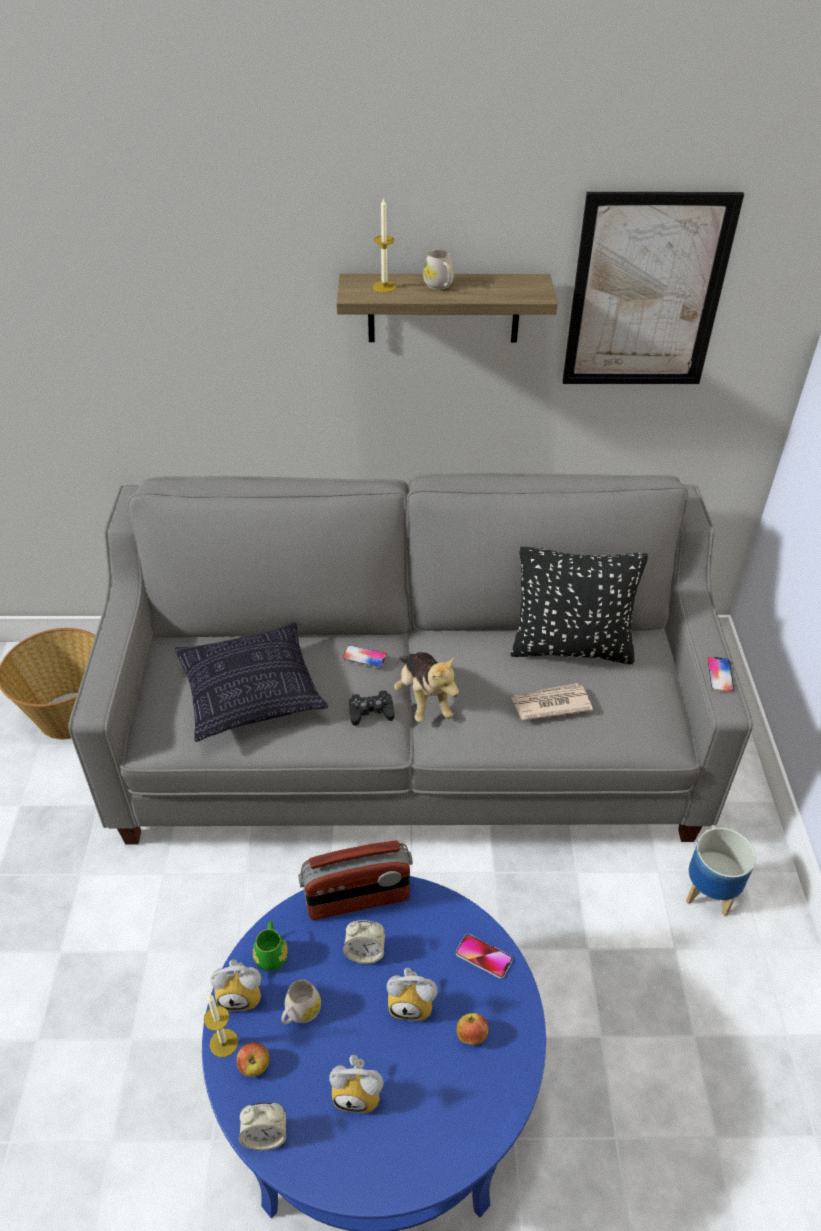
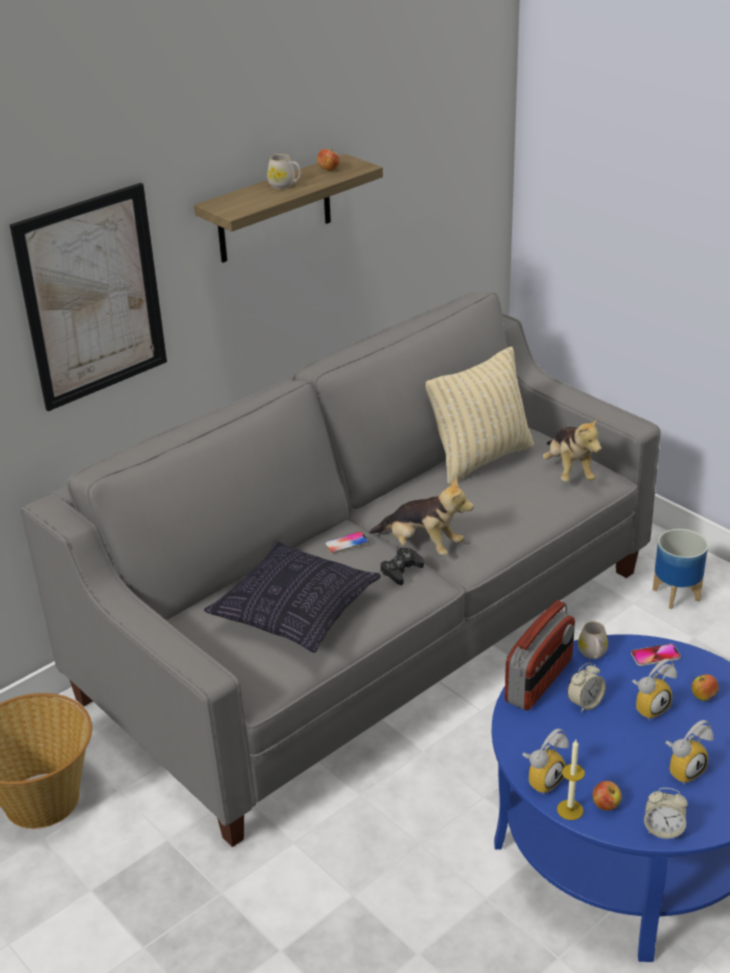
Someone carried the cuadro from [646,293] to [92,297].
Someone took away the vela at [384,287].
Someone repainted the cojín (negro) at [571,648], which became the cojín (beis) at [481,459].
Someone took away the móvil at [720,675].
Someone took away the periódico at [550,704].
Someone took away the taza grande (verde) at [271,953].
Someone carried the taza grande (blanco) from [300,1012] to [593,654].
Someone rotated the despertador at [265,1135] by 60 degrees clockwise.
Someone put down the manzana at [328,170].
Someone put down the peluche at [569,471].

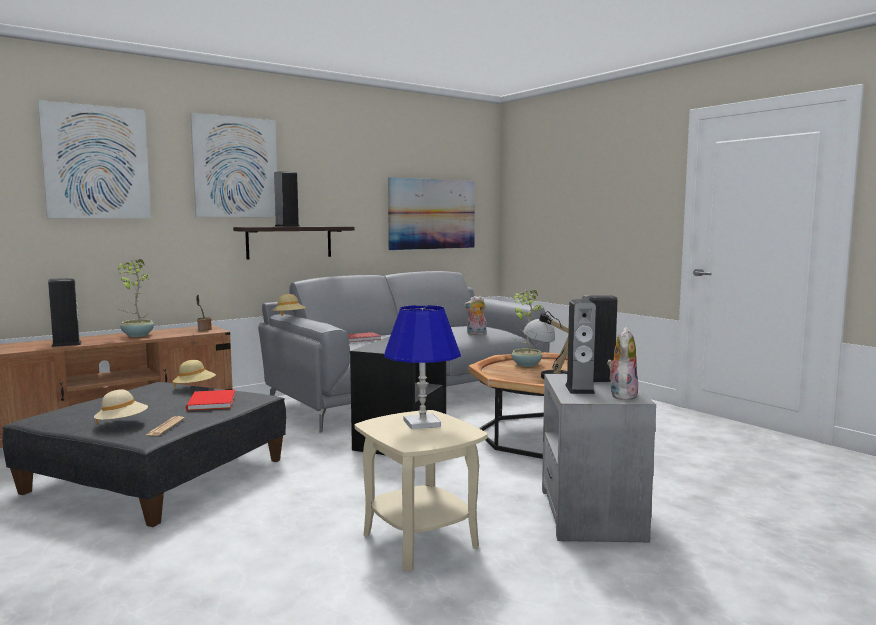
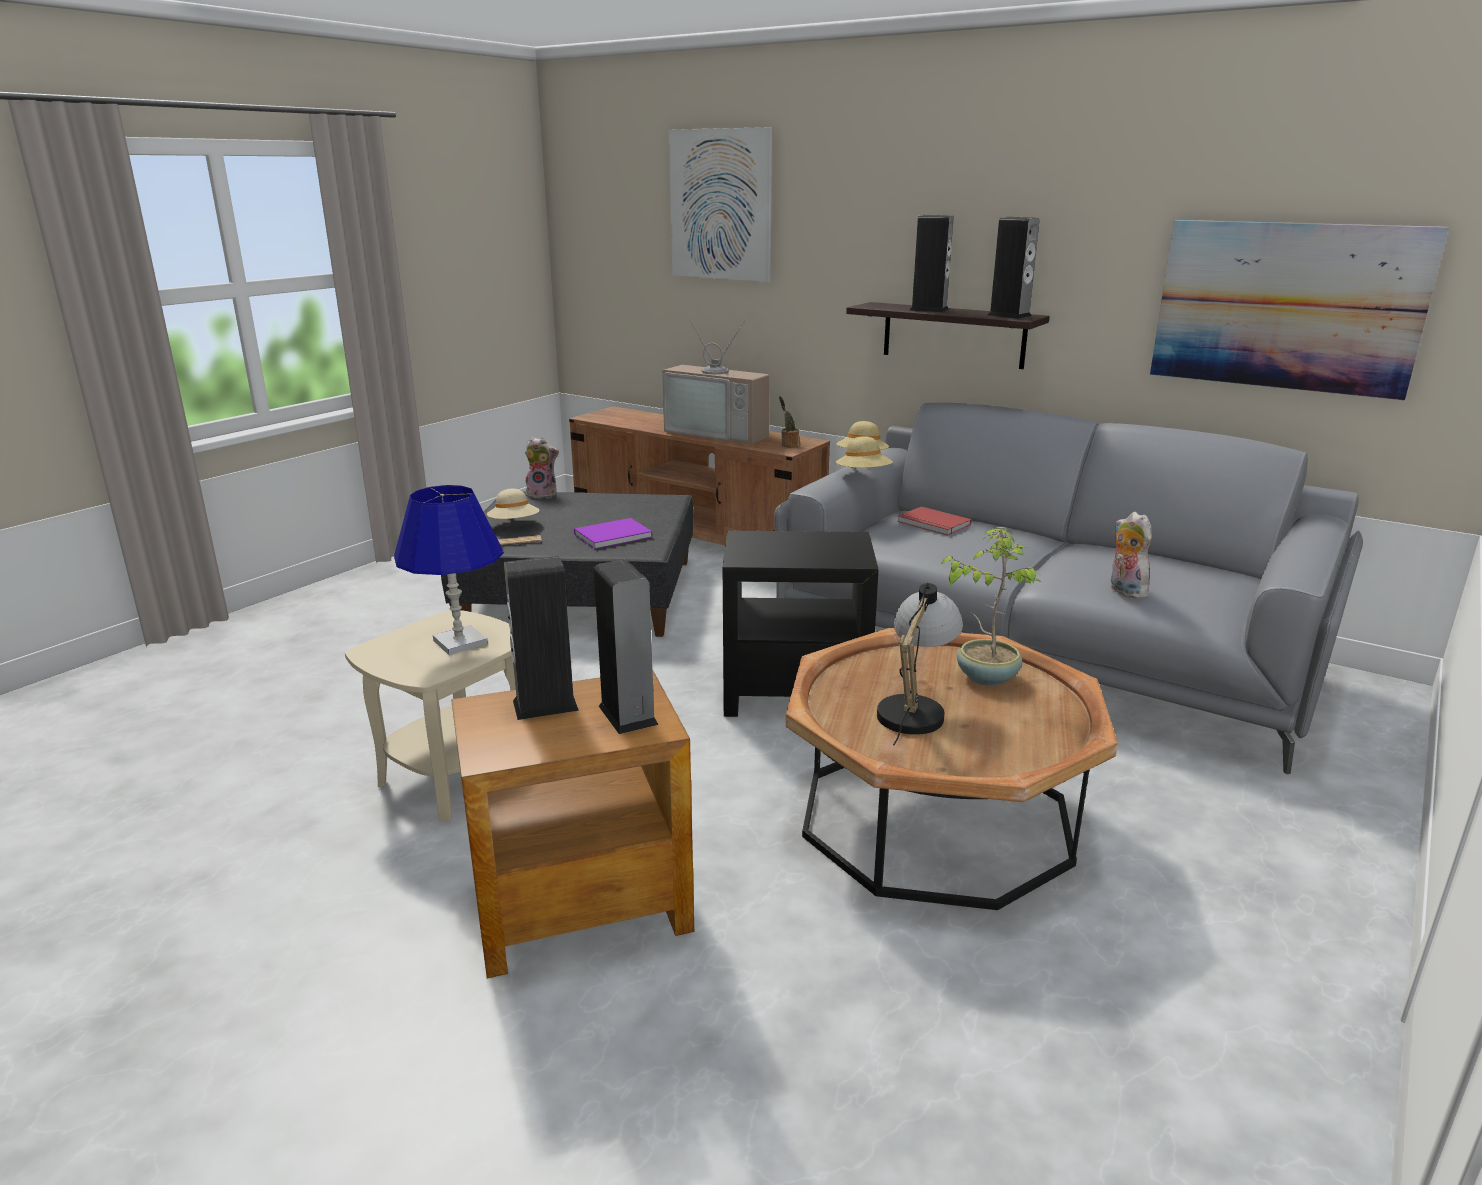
Someone took away the cuadro at [235,167].
Someone swapped the planta en maceta at [136,335] for the televisor at [720,433].
Someone carried the altavoz from [66,344] to [1009,315].
Someone carried the peluche from [621,395] to [543,494].
Someone carried the sombrero (beis) from [195,388] to [863,475].
Someone repainted the mesa auxiliar (gris) at [590,514], which became the mesa auxiliar (marrón) at [578,906].
Someone repainted the libro (rojo) at [210,402], which became the libro (morado) at [610,535].

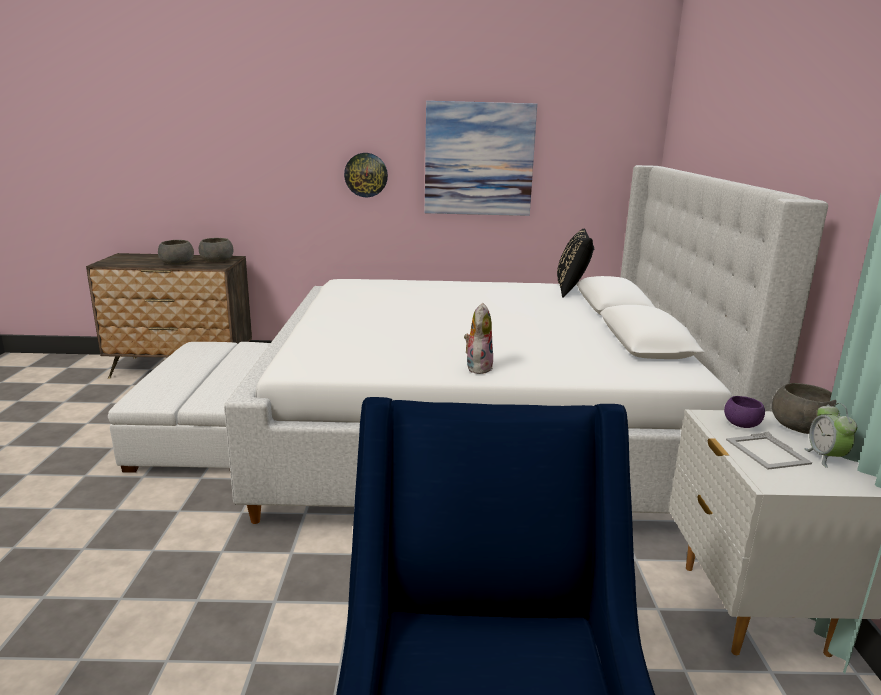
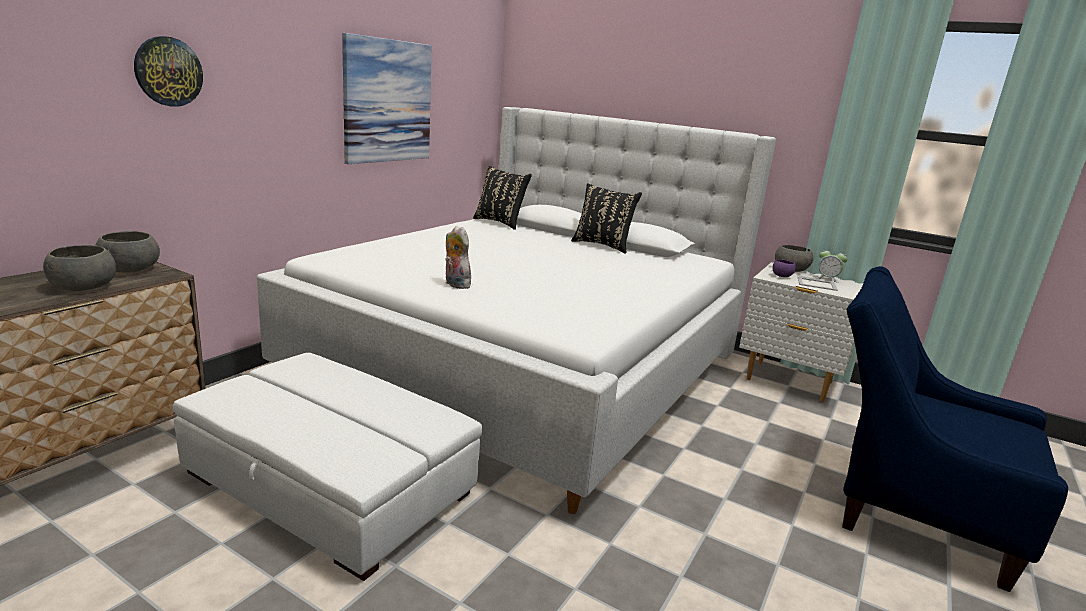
Someone carried the reloj de pared from [366,175] to [168,71].
Someone carried the peluche from [477,367] to [455,284].
Someone put down the cojín (negro) at [603,245].

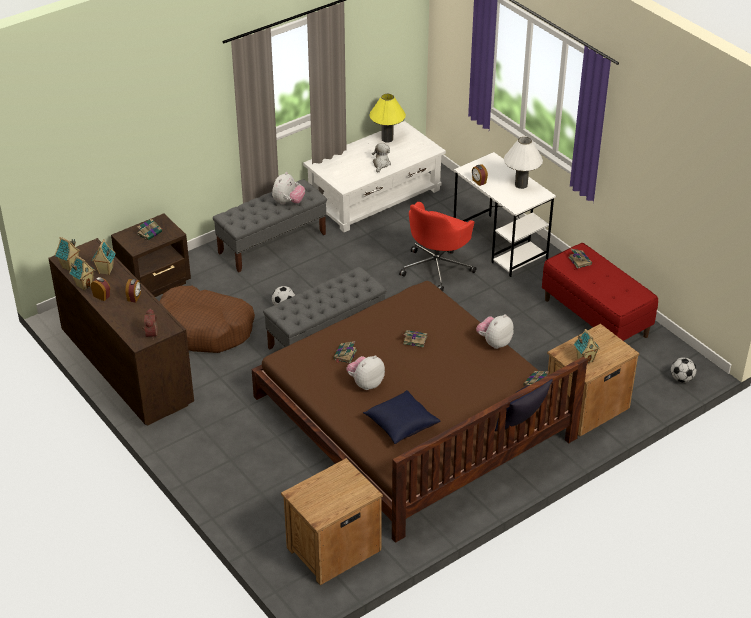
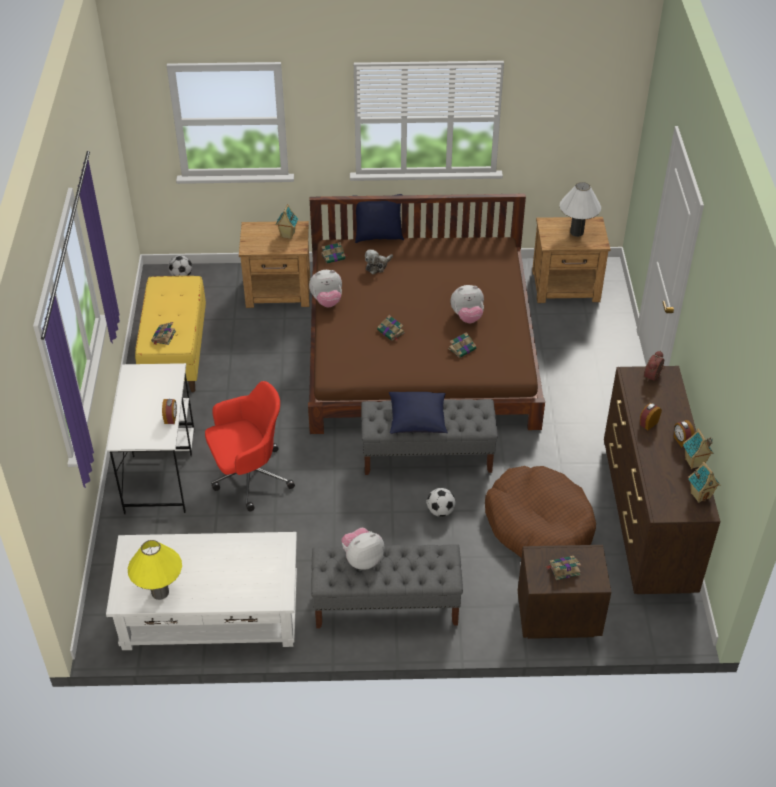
Someone carried the lámpara de mesa (blanco) from [521,185] to [576,232].
Someone carried the peluche from [381,164] to [377,266].
Someone took away the casita at [105,271].
Someone repainted the banco (rojo) at [596,318], which became the banco (amarillo) at [175,353].
Someone carried the cojín (azul) from [401,425] to [417,421].

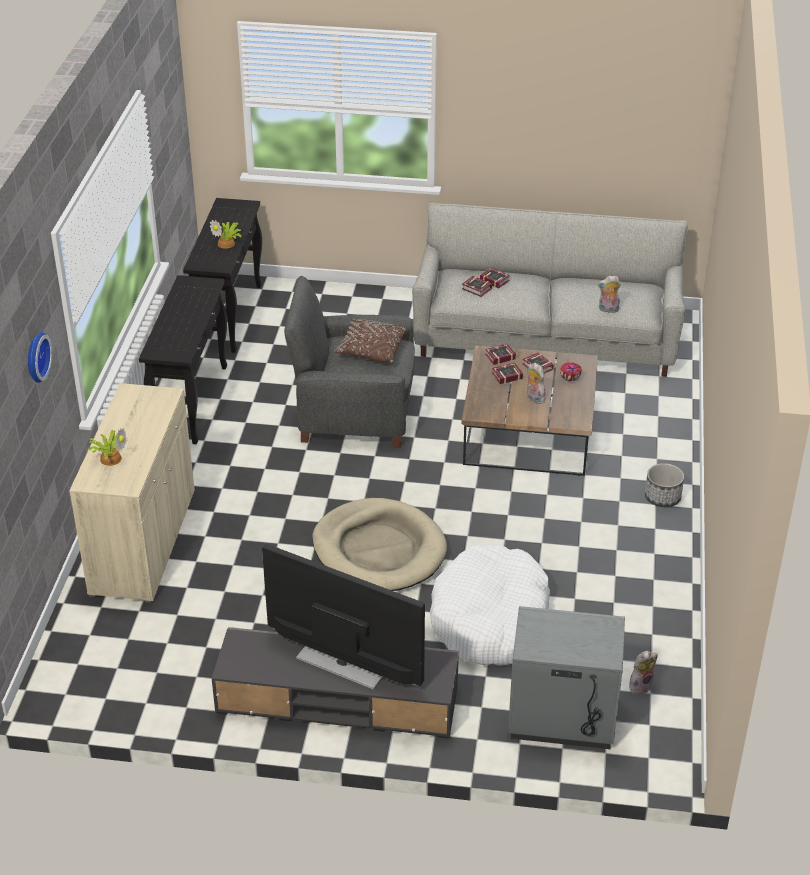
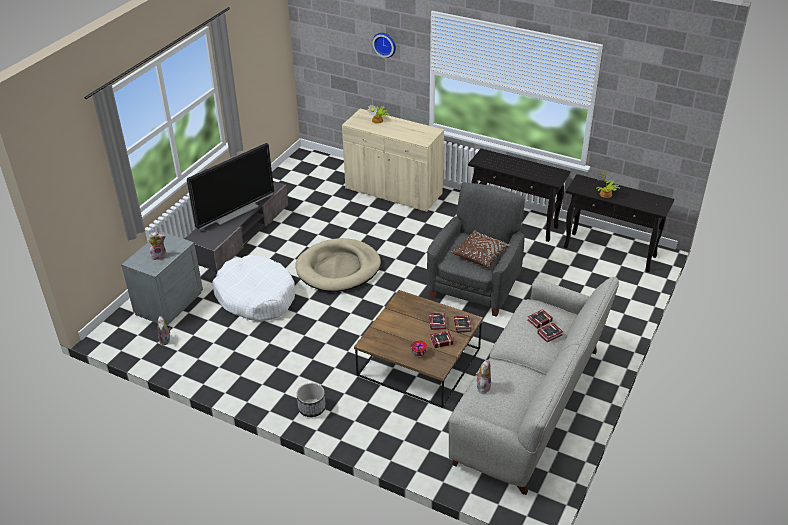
Someone carried the peluche from [534,398] to [159,256].

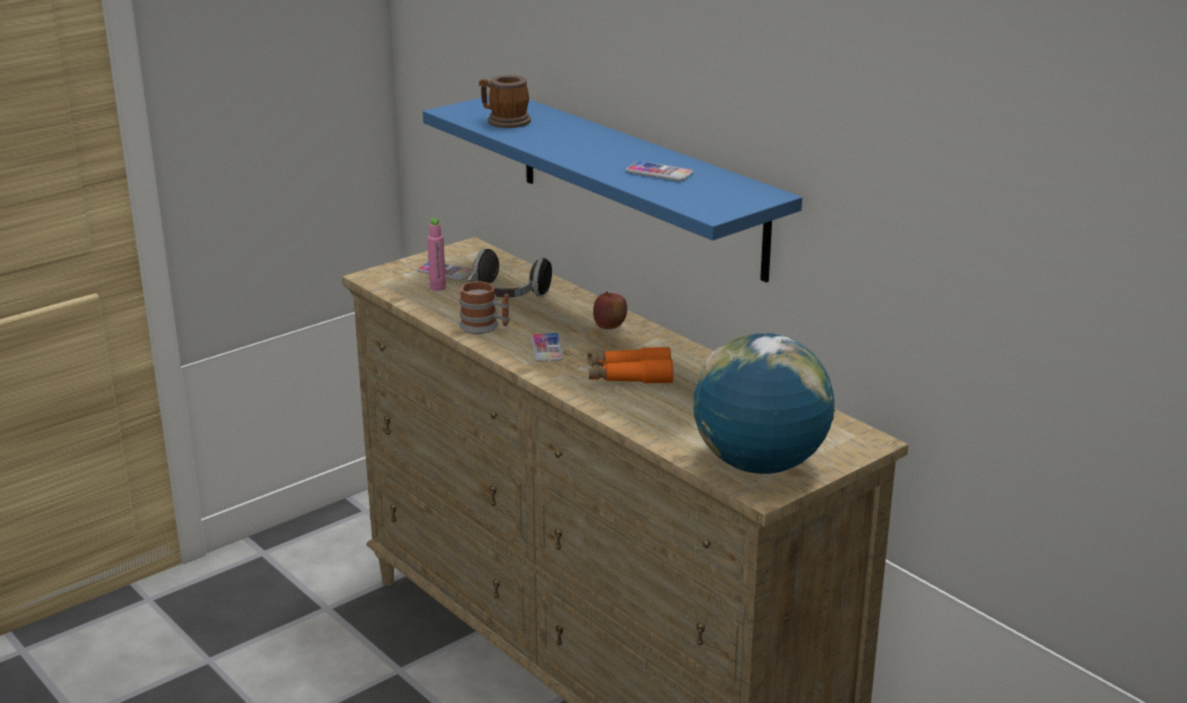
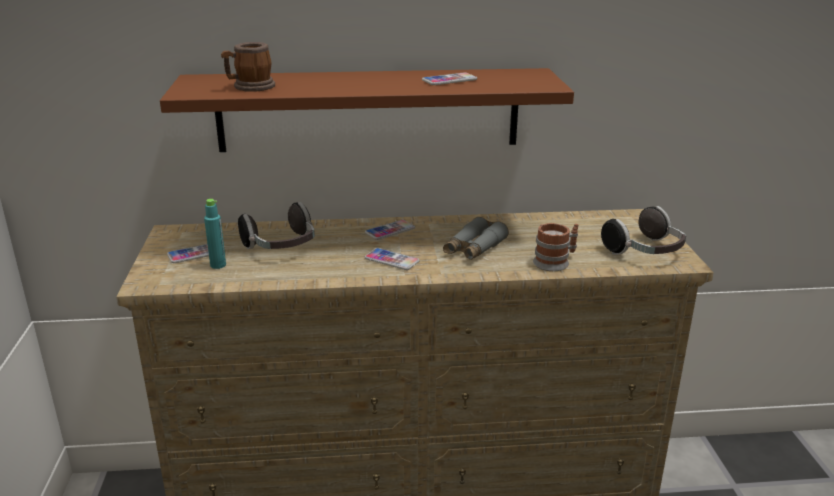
Someone repainted the estante (azul) at [639,183], which became the estante (marrón) at [369,110].
Someone repainted the botella (rosa) at [437,287], which became the botella (turquesa) at [218,265].
Someone carried the taza grande from [485,327] to [556,262].
Someone swapped the manzana at [610,327] for the móvil at [390,231].
Someone swapped the globo terráqueo at [759,465] for the auriculares at [645,252].
Someone repainted the prismáticos (naranja) at [629,376], which became the prismáticos (gris) at [474,248].

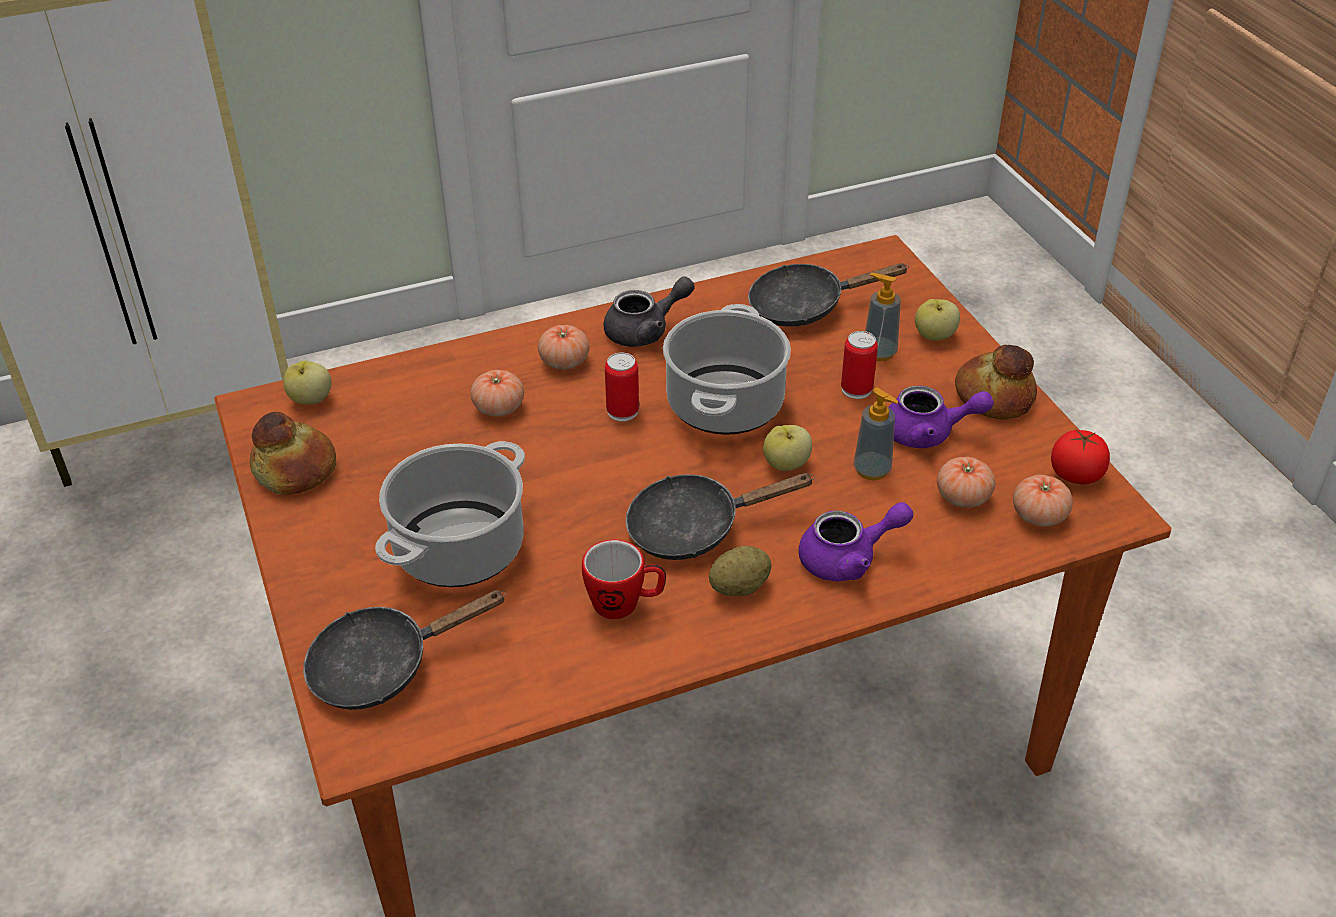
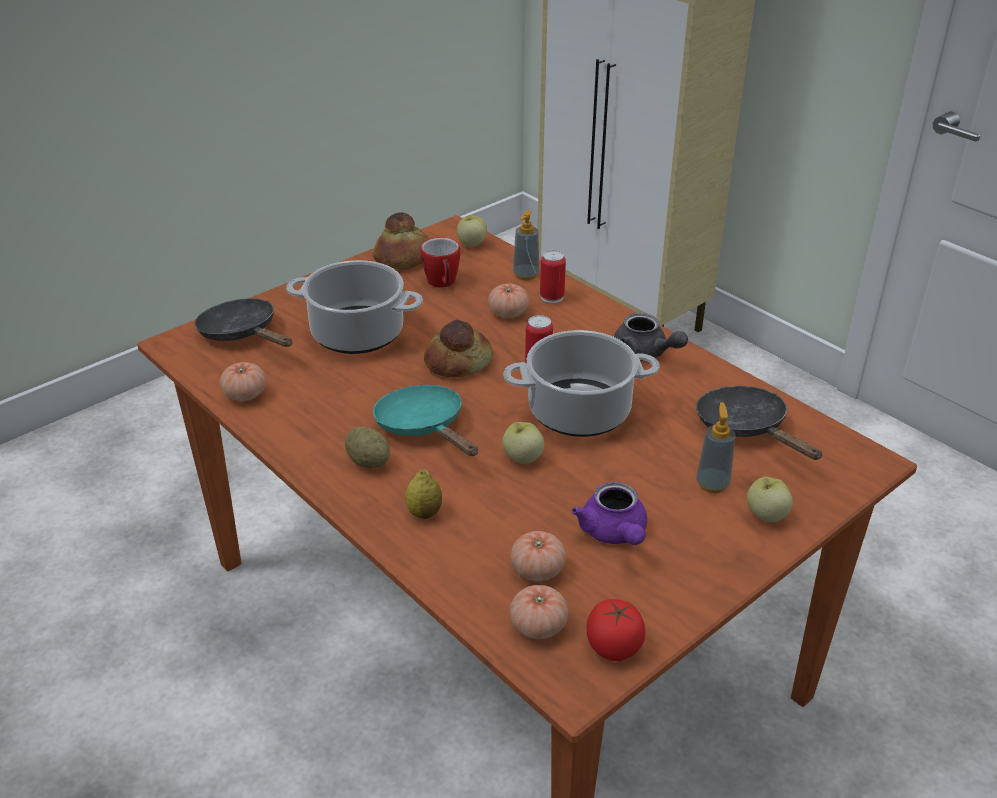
Someone carried the tomate from [564,361] to [245,394].
Someone carried the lata from [856,389] to [552,297].
Someone carried the pan from [993,397] to [457,361].
Someone carried the dispensador de jabón from [872,470] to [526,275].
Someone repainted the sartén (negro) at [694,528], which became the sartén (turquesa) at [424,427].
Someone swapped the tetera (morado) at [848,559] for the limón at [424,513].
Someone carried the taza grande from [625,604] to [442,284].

